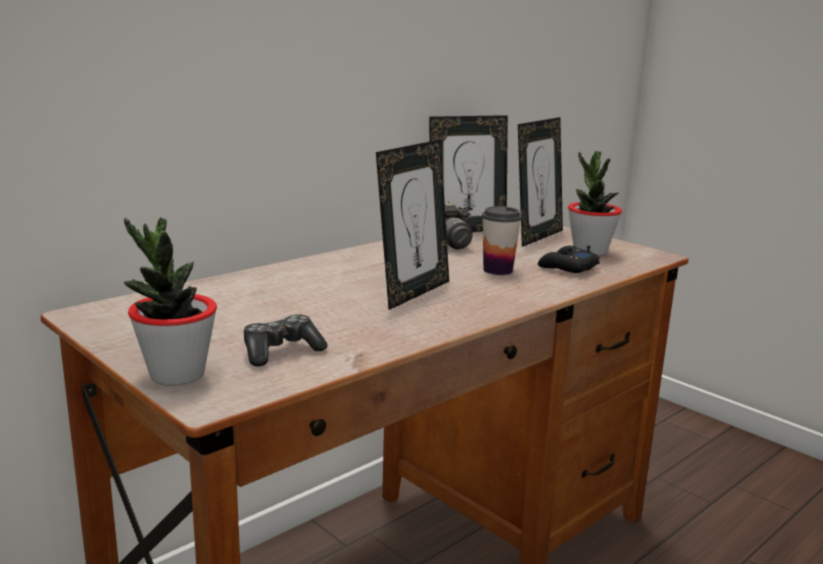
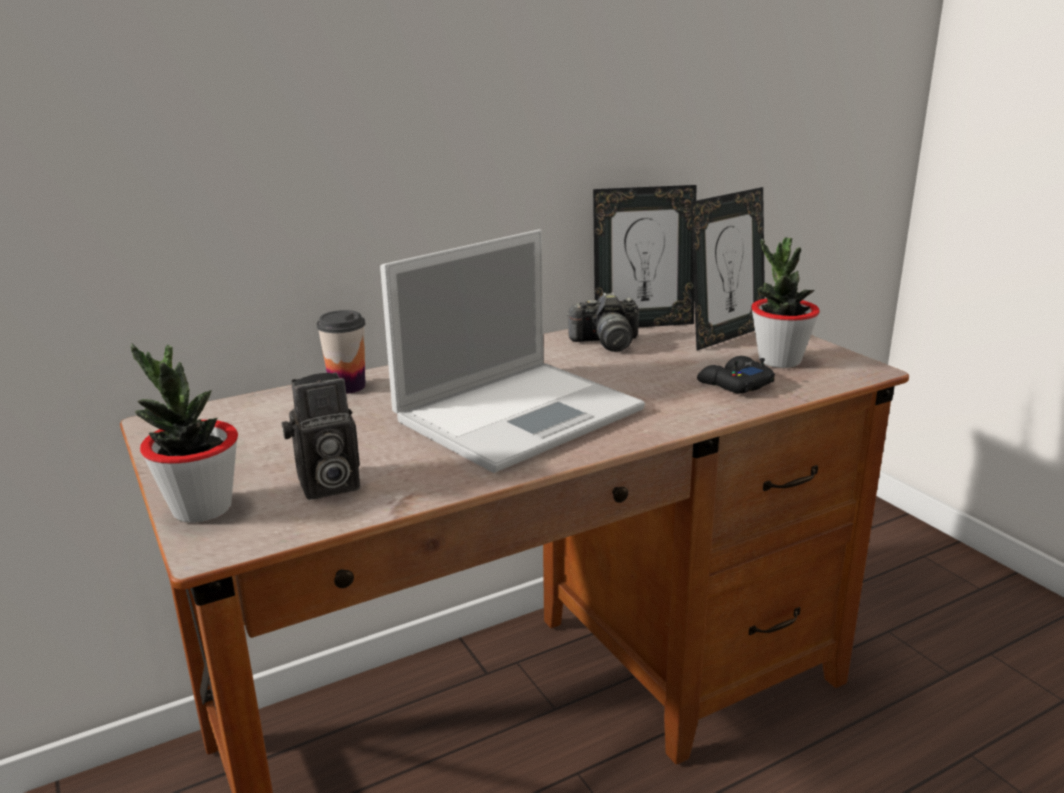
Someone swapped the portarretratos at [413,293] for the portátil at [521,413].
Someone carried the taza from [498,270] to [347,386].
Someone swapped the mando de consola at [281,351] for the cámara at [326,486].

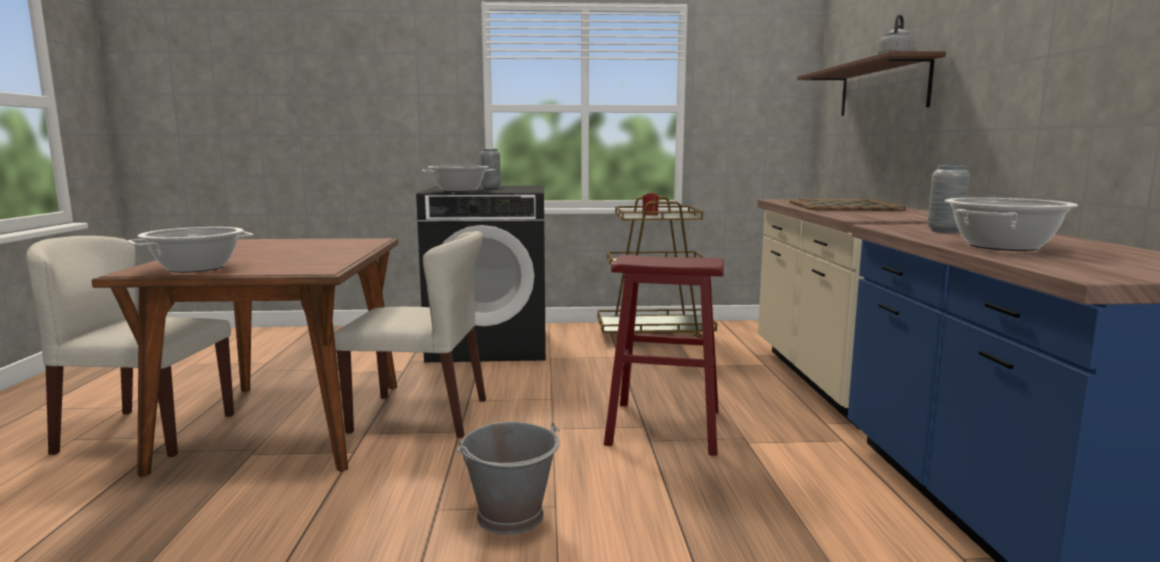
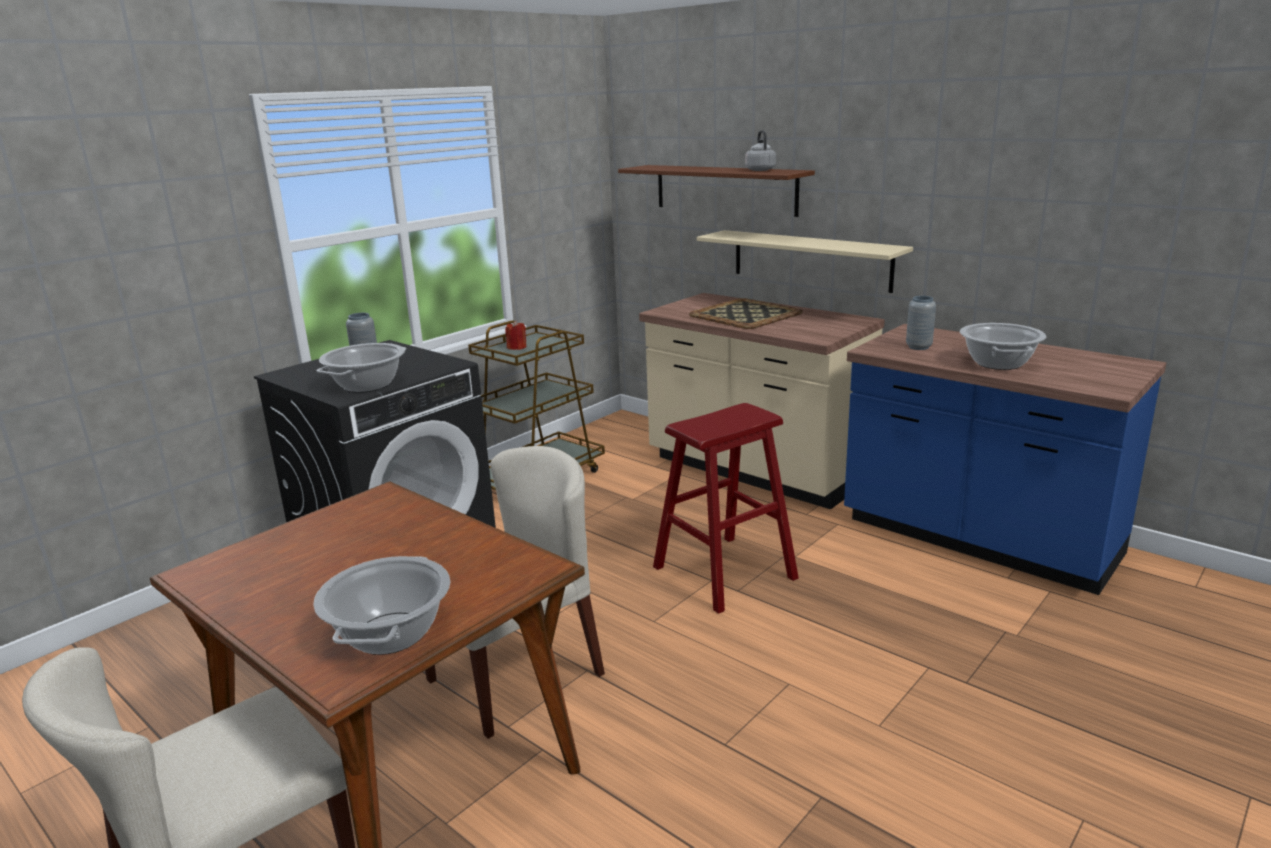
Someone took away the cubo (gris) at [511,516].
Someone put up the estante (beis) at [810,260].

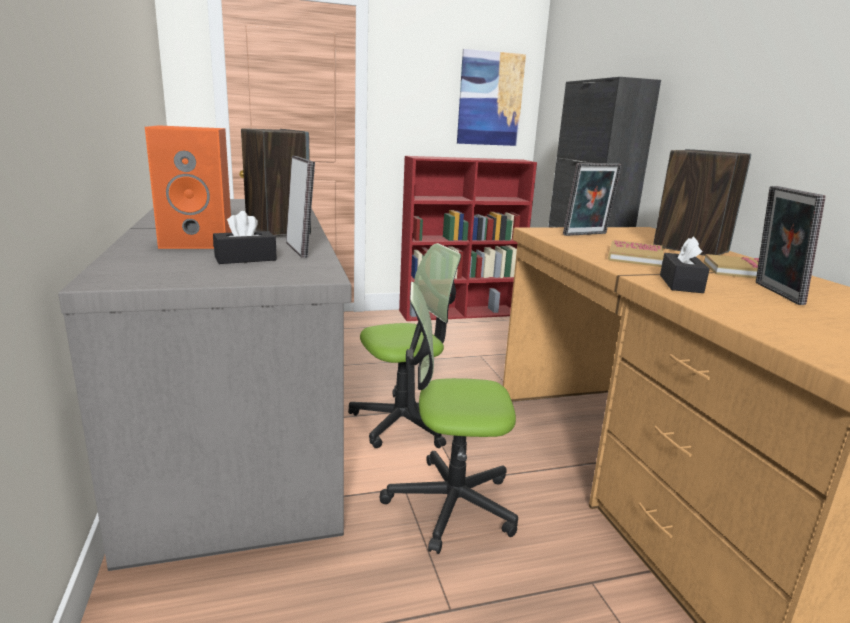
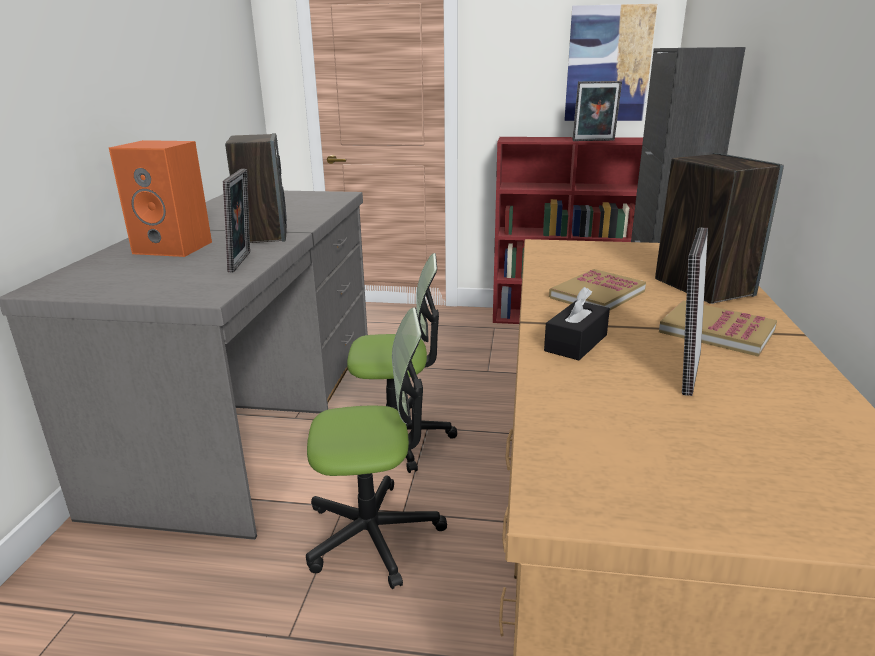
Someone carried the portarretratos from [587,235] to [594,141].
Someone took away the caja de pañuelos (negro) at [245,258].
Someone rotated the silla de oficina at [450,503] by 150 degrees clockwise.

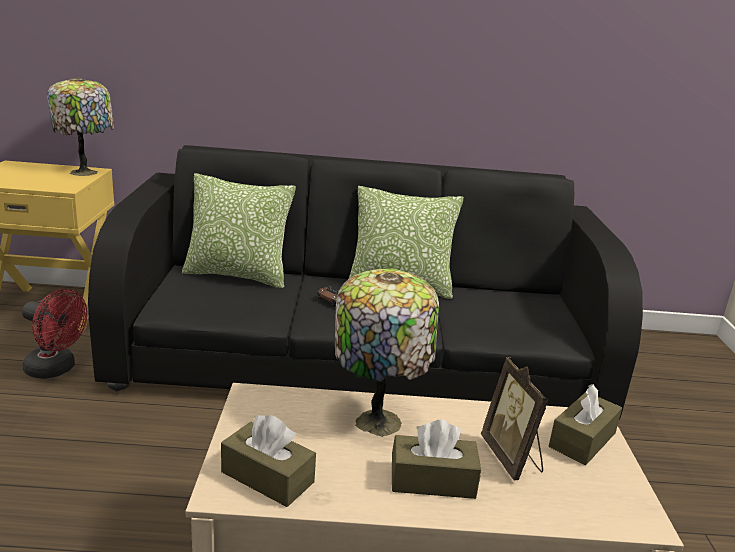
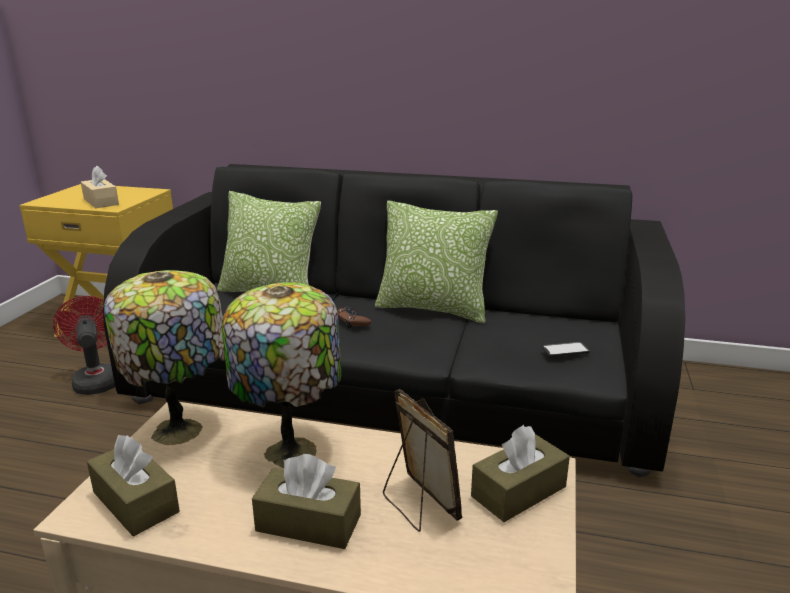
Someone carried the lámpara de mesa from [86,172] to [181,429].
Someone rotated the ventilador (rojo) at [56,369] by 150 degrees counterclockwise.
Someone rotated the portarretratos at [512,458] by 150 degrees clockwise.
Someone put down the caja de pañuelos (beis) at [101,202].
Someone put down the móvil at [565,350].

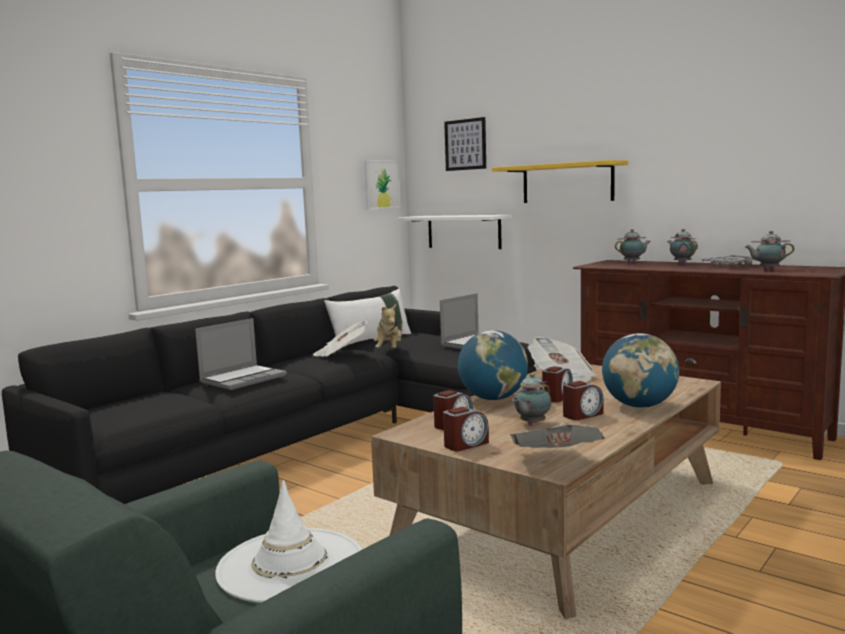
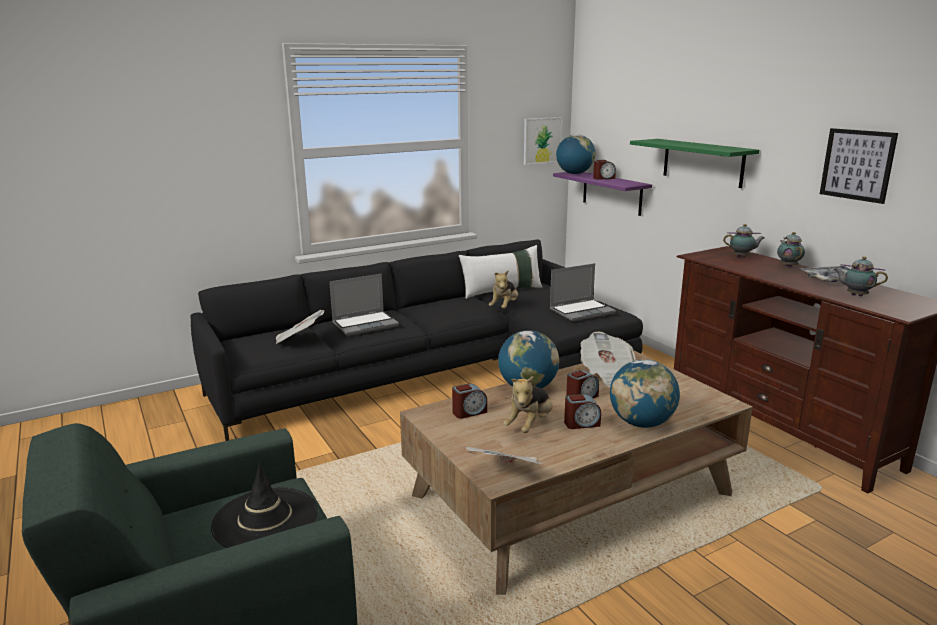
Someone carried the cuadro from [465,144] to [857,165].
Someone repainted the estante (amarillo) at [567,183], which became the estante (verde) at [702,162].
Someone repainted the estante (blanco) at [463,231], which became the estante (morado) at [612,193].
Someone carried the periódico from [341,354] to [299,340].
Someone swapped the tetera at [531,424] for the peluche at [530,425].
Someone carried the despertador from [465,444] to [603,178].
Someone repainted the sombrero (blanco) at [290,565], which became the sombrero (negro) at [265,519].
Someone put down the globo terráqueo at [574,174].

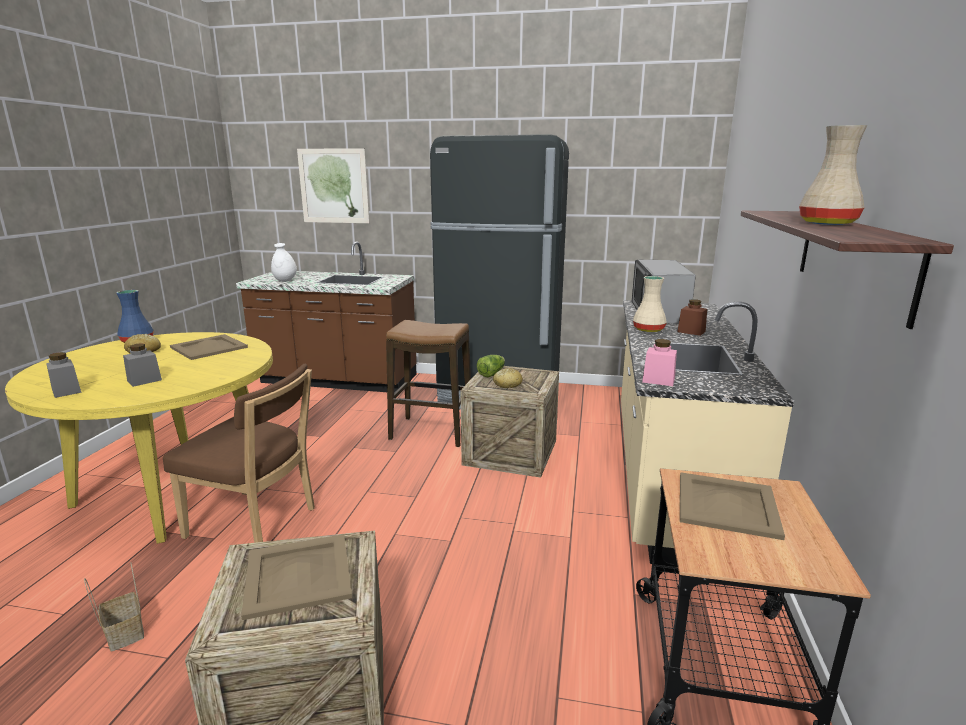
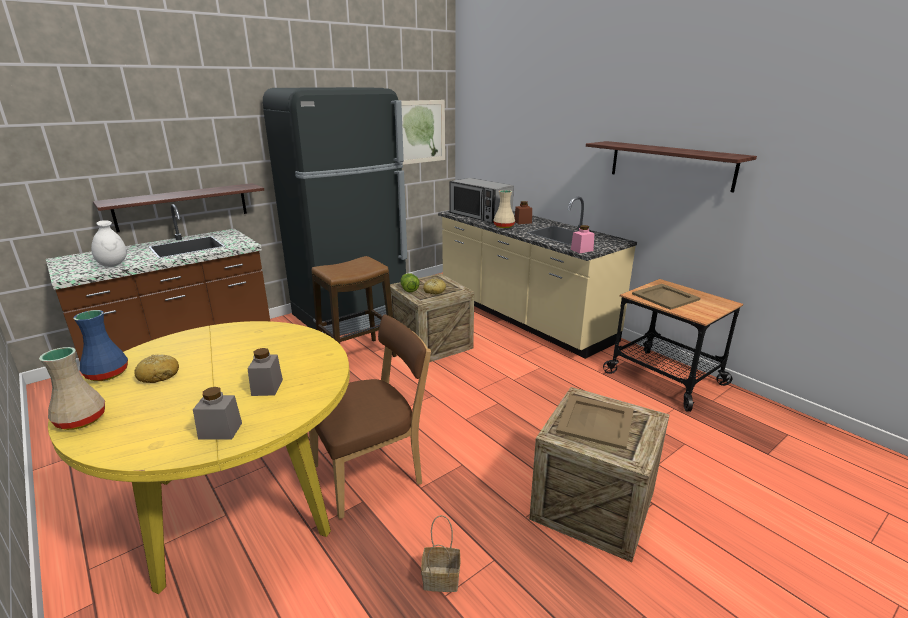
Someone carried the florero (beis) from [828,223] to [81,420].
Someone carried the cuadro from [334,186] to [421,132].
Someone took away the bandeja (beis) at [208,347].
Someone put up the estante at [182,206].

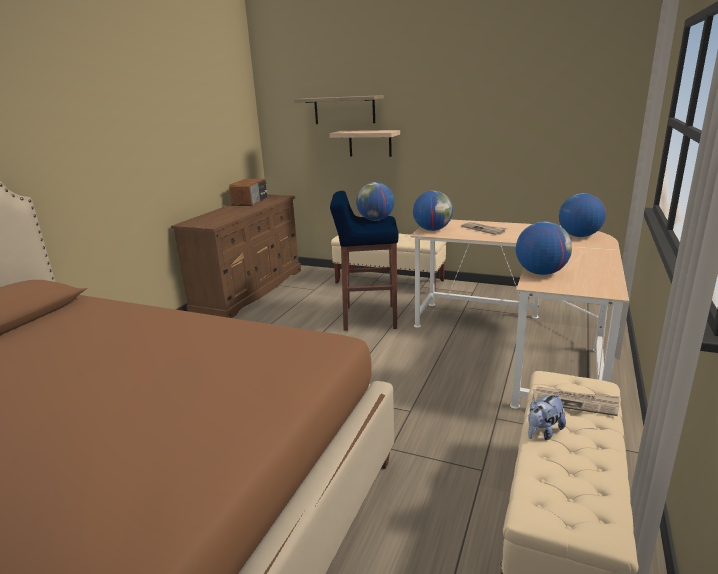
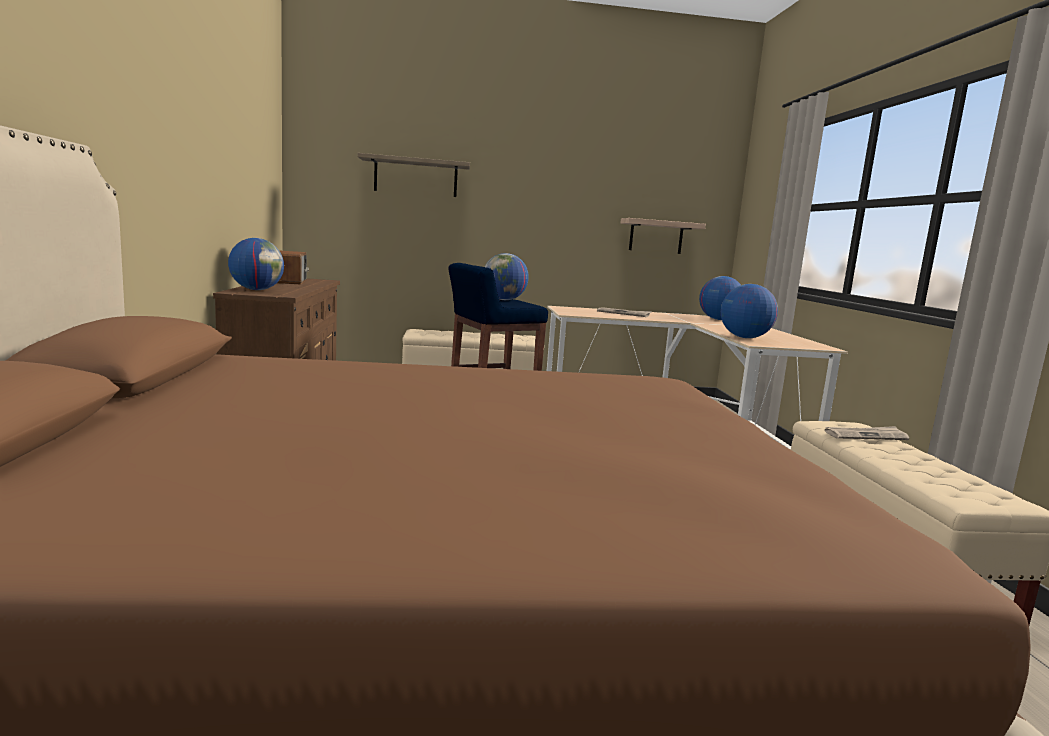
Someone carried the estante from [370,143] to [656,236].
Someone carried the globo terráqueo from [432,230] to [257,290].
Someone took away the peluche at [543,432].

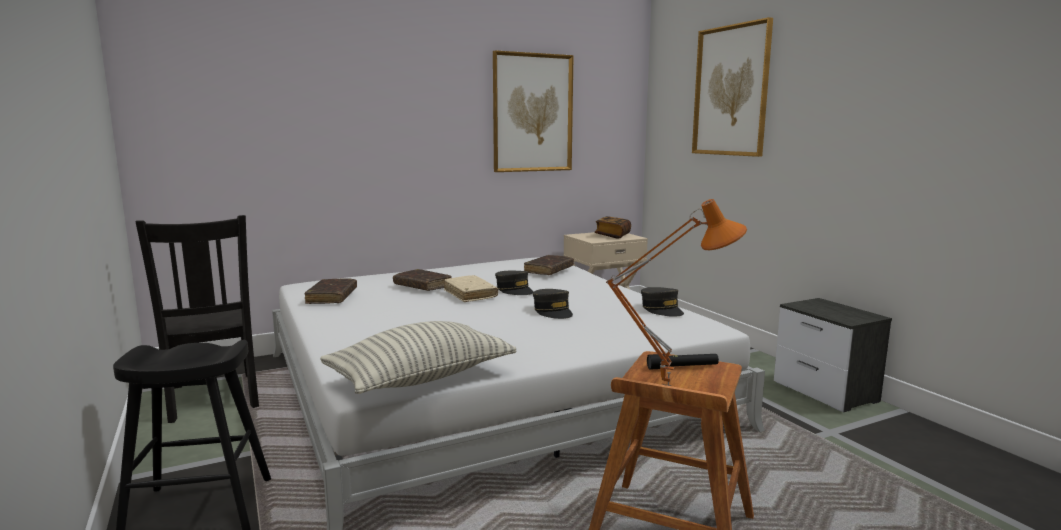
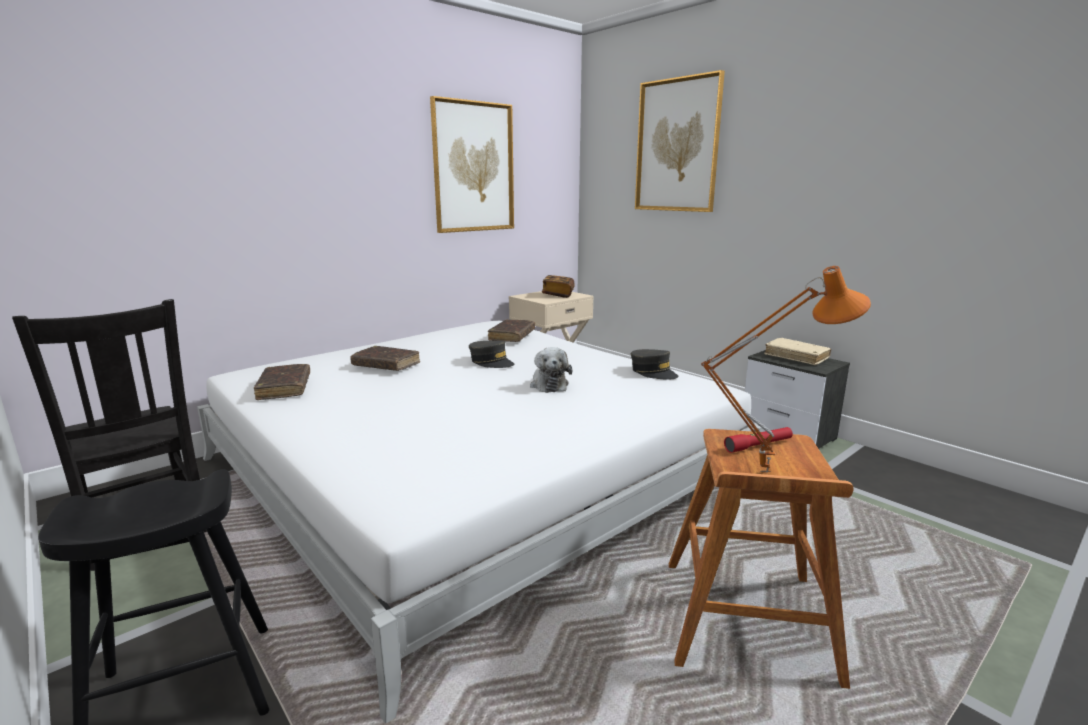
Someone carried the libro (beis) from [470,294] to [796,357].
Someone swapped the gorra (gris) at [553,311] for the peluche at [549,384].
Someone took away the cojín at [421,378].
Someone repainted the linterna (negro) at [682,367], which became the linterna (rojo) at [758,445].

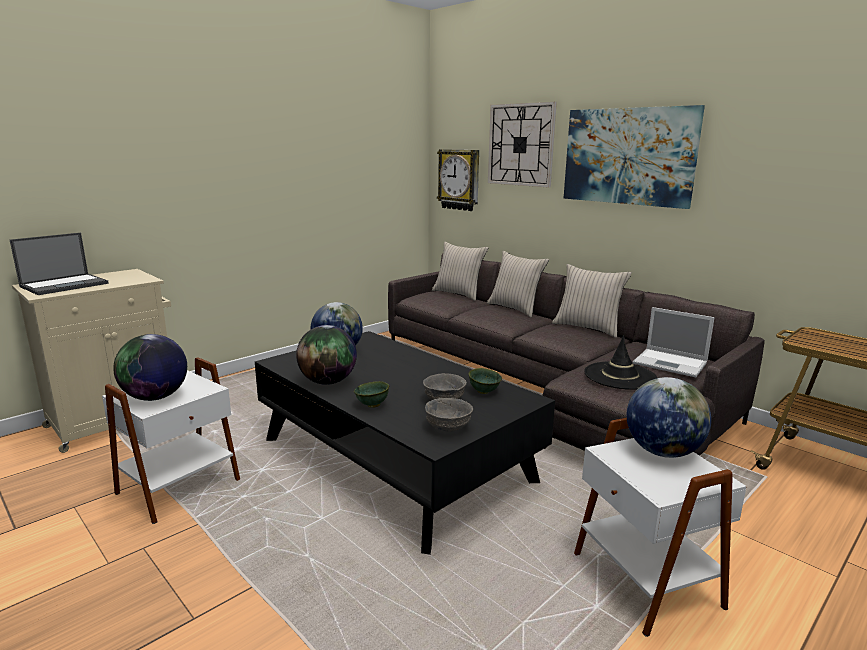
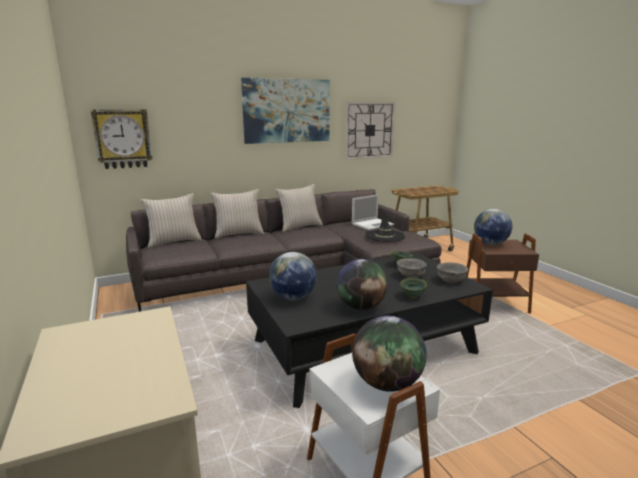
Someone carried the reloj de pared from [521,145] to [369,130].
Someone took away the portátil at [65,285].
Someone repainted the mesa auxiliar (blanco) at [643,580], which became the mesa auxiliar (marrón) at [495,303].

